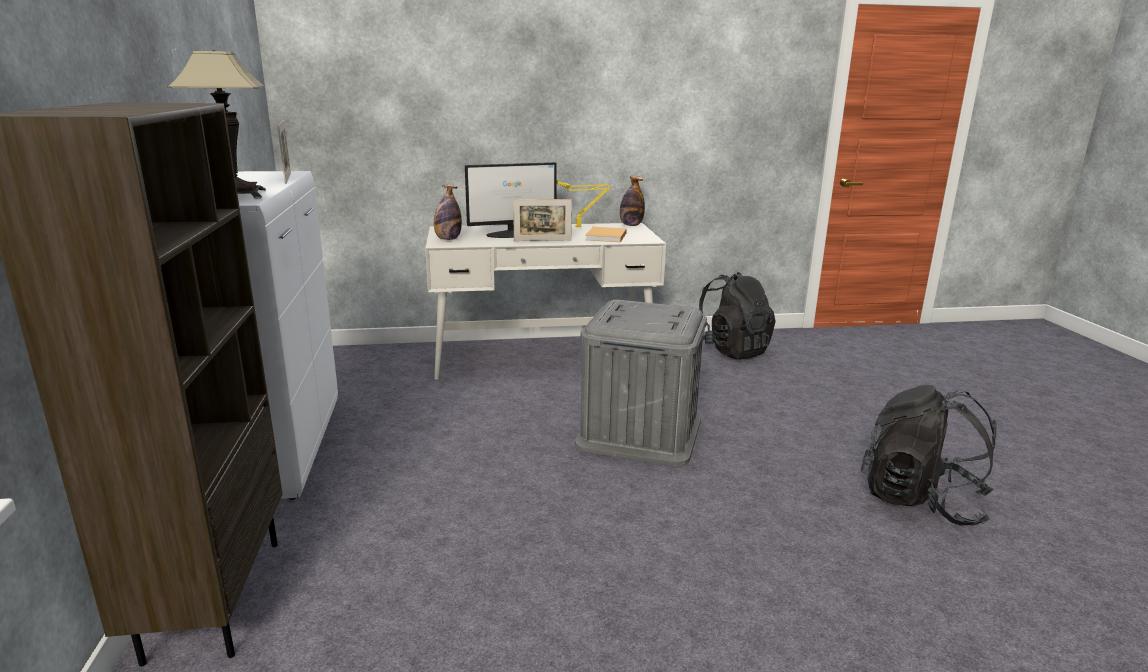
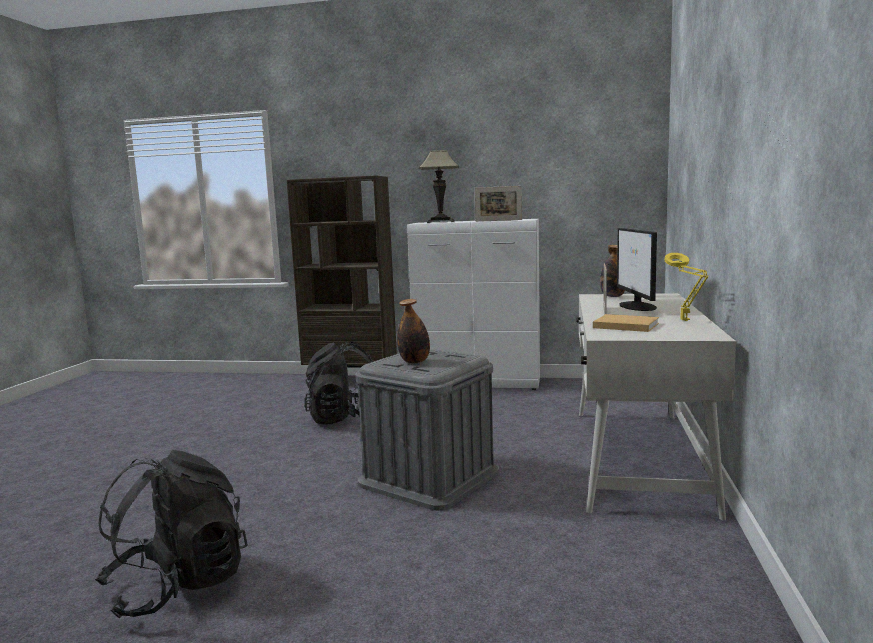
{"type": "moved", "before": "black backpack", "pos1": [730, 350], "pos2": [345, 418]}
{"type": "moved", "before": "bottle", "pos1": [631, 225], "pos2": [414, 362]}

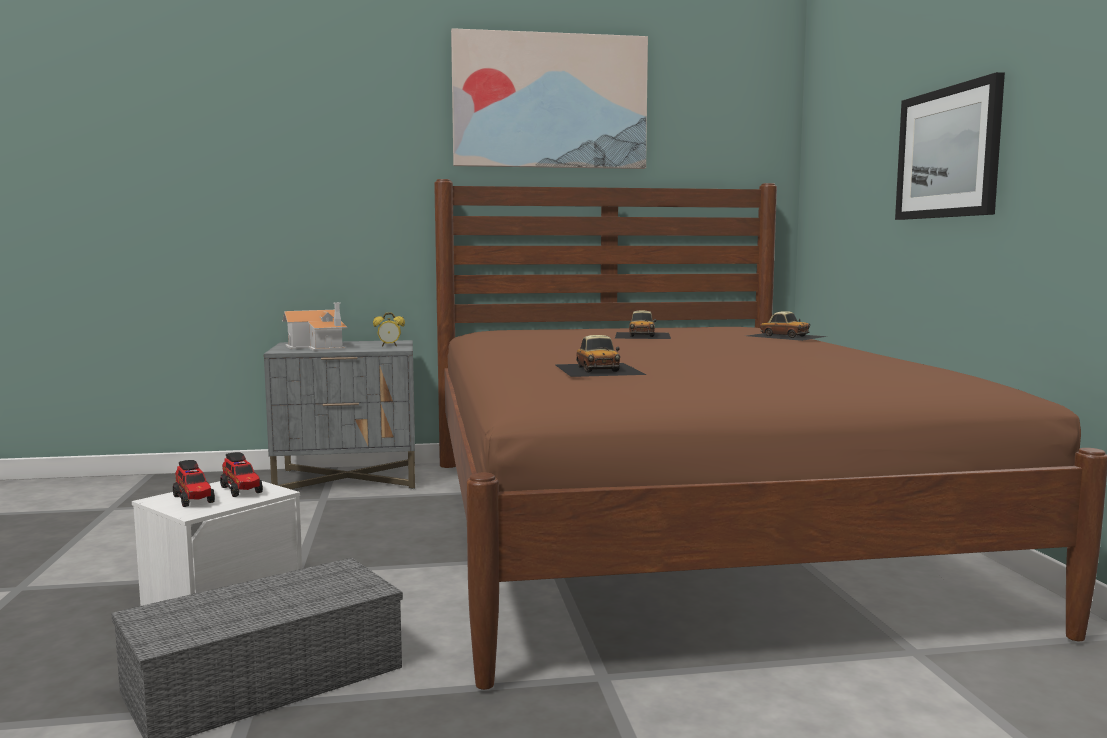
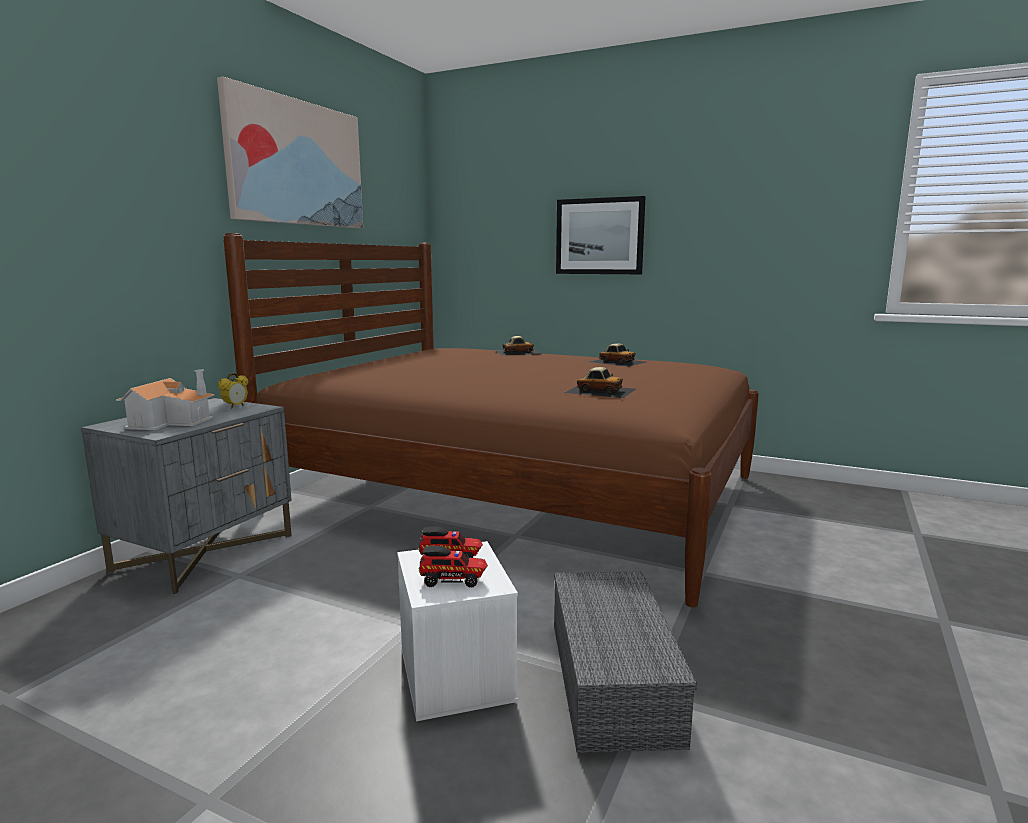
{"type": "moved", "before": "toy car", "pos1": [643, 335], "pos2": [617, 361]}

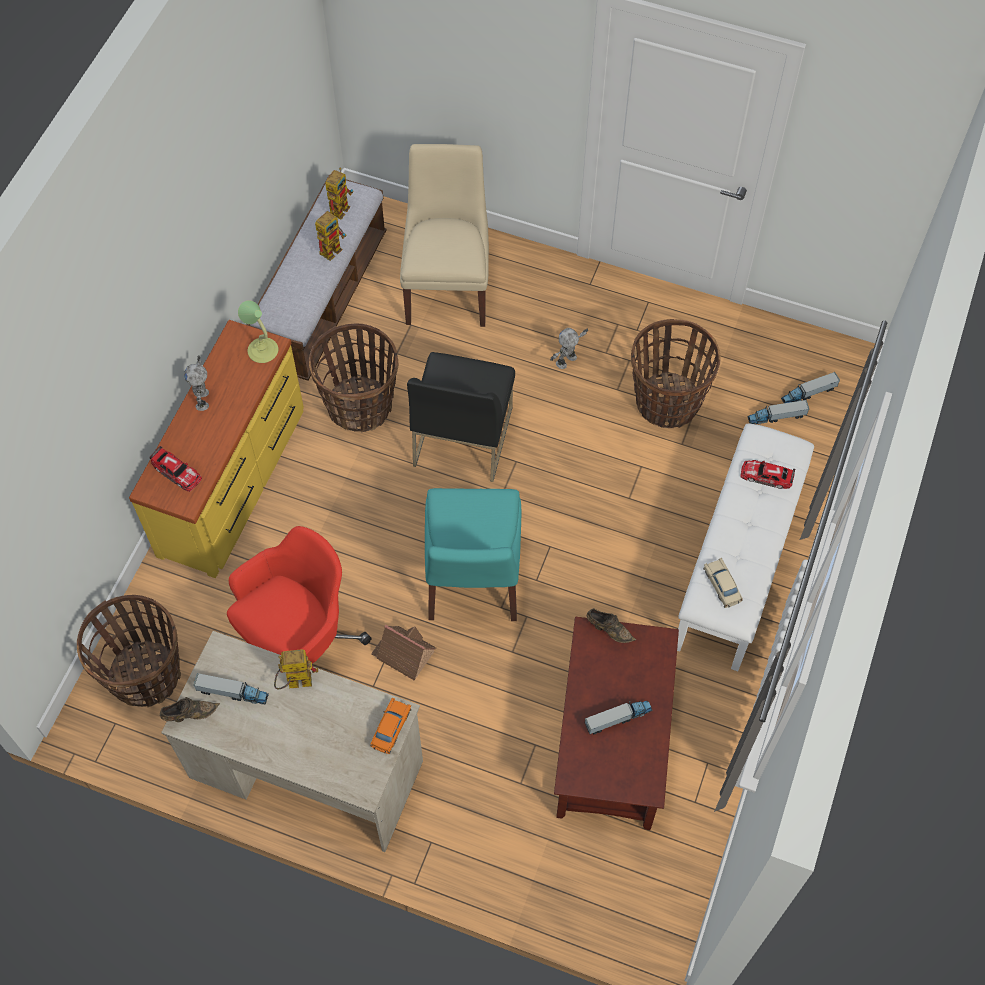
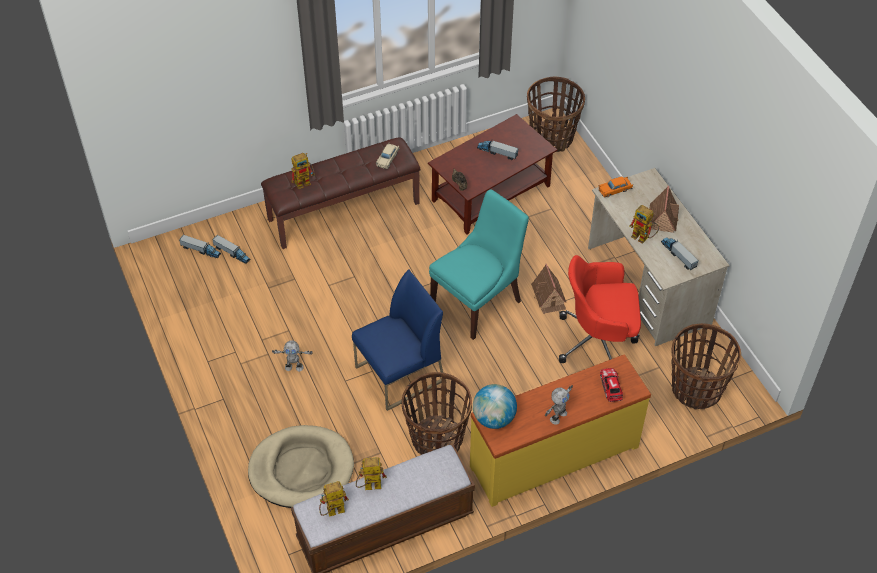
{"type": "replaced", "before": "beige chair", "after": "beige dog bed", "pos1": [447, 285], "pos2": [301, 469]}
{"type": "recoloured", "before": "white bench", "after": "brown bench", "pos1": [738, 565], "pos2": [343, 210]}
{"type": "replaced", "before": "toy car", "after": "toy robot", "pos1": [766, 476], "pos2": [305, 181]}
{"type": "recoloured", "before": "black chair", "after": "blue chair", "pos1": [462, 436], "pos2": [399, 374]}
{"type": "replaced", "before": "table lamp", "after": "globe", "pos1": [262, 350], "pos2": [494, 418]}
{"type": "moved", "before": "basket", "pos1": [667, 402], "pos2": [552, 137]}
{"type": "added", "after": "toy house", "pos2": [662, 218]}
{"type": "removed", "before": "brown shoe", "pos1": [189, 714]}

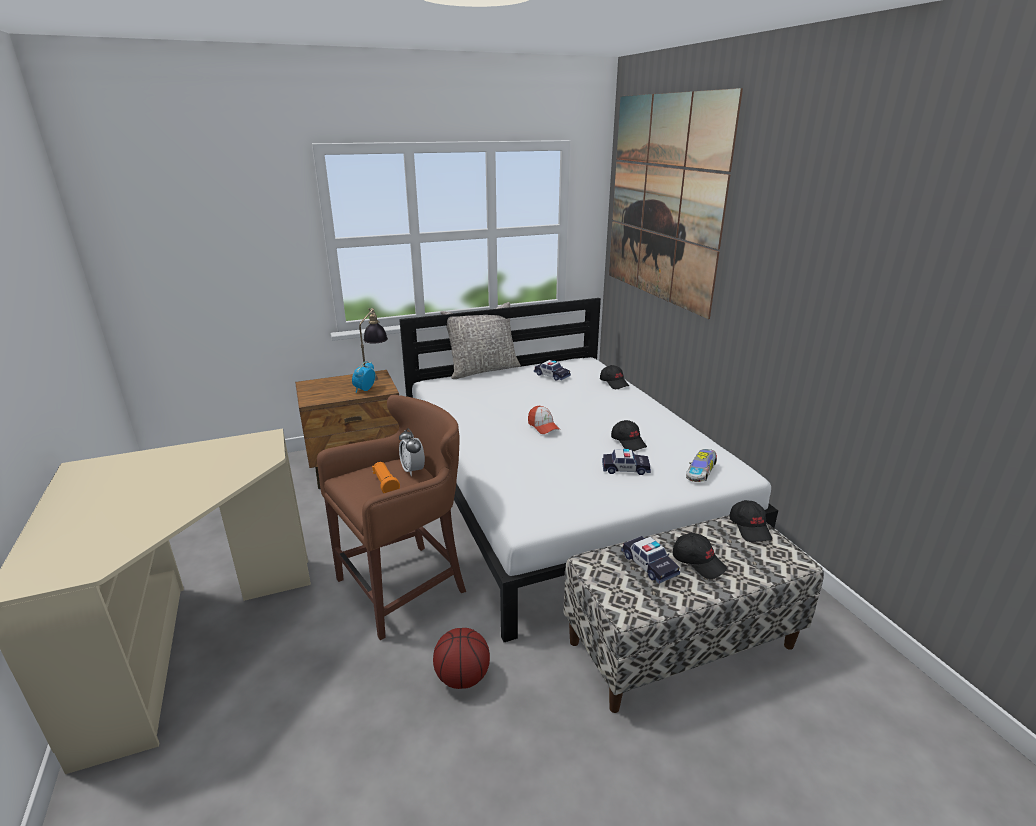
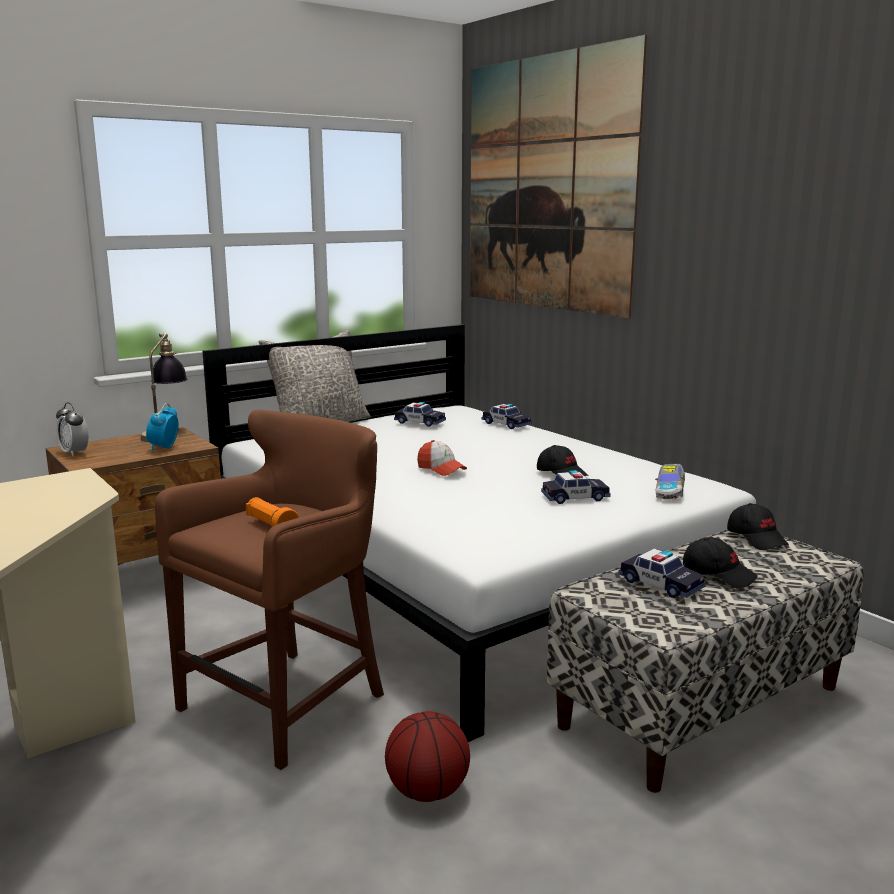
{"type": "moved", "before": "alarm clock", "pos1": [413, 470], "pos2": [74, 453]}
{"type": "replaced", "before": "black cap", "after": "toy car", "pos1": [614, 383], "pos2": [506, 424]}

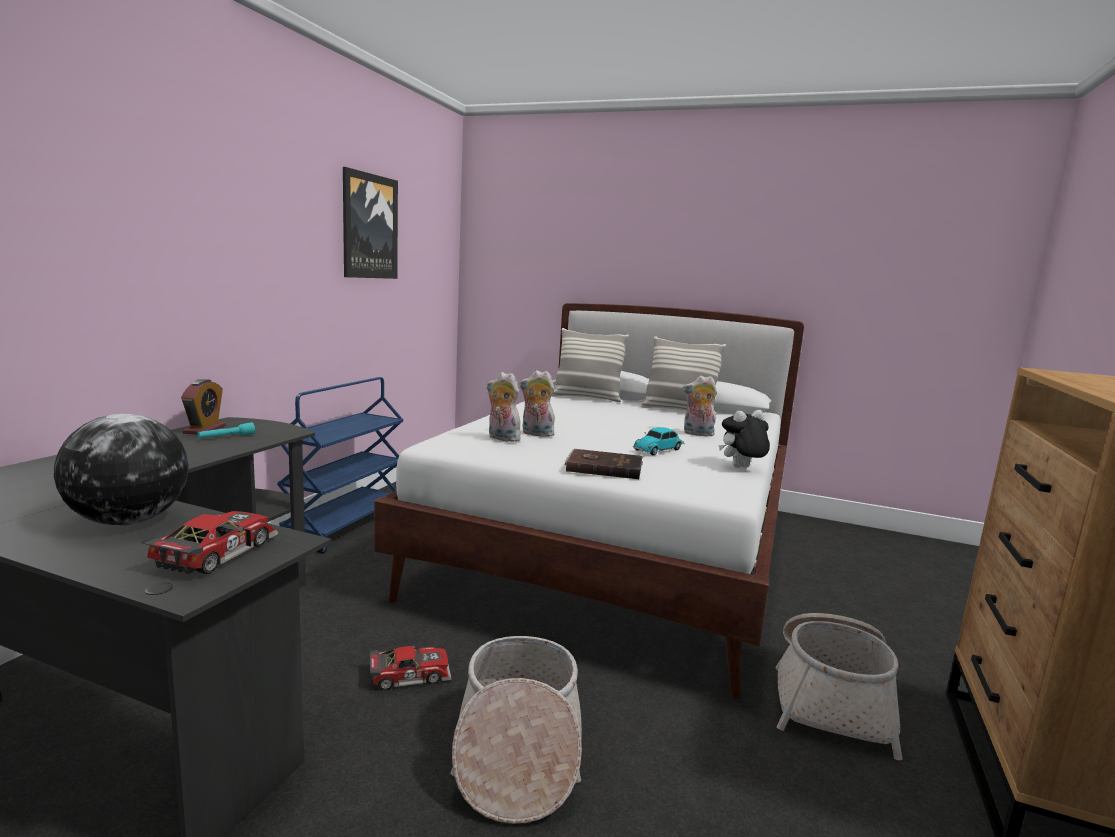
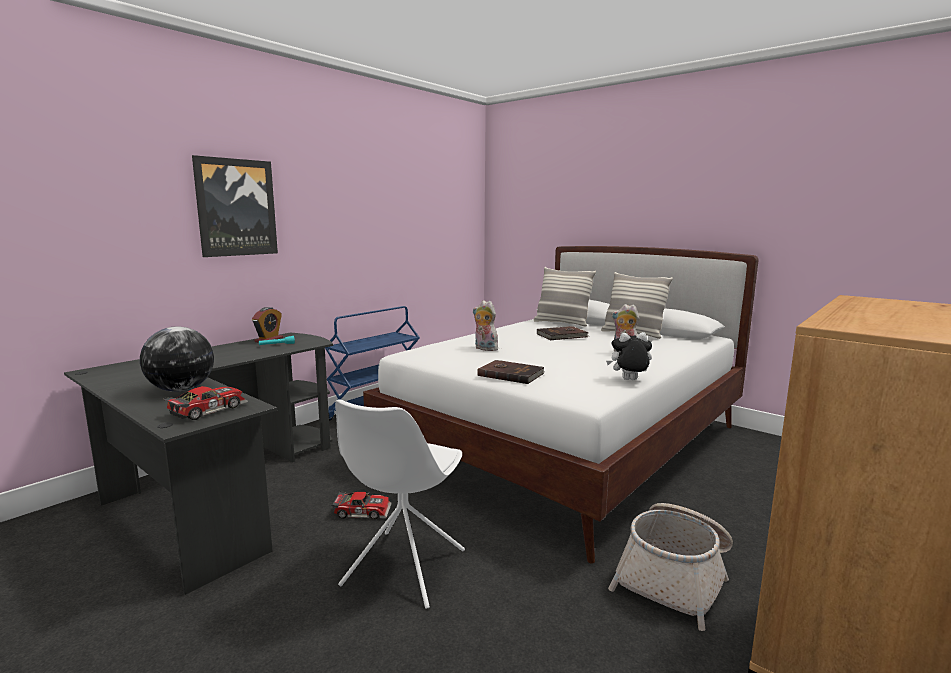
{"type": "moved", "before": "picture", "pos1": [369, 226], "pos2": [236, 207]}
{"type": "replaced", "before": "basket", "after": "white chair", "pos1": [517, 751], "pos2": [403, 569]}
{"type": "added", "after": "brown book", "pos2": [562, 335]}
{"type": "removed", "before": "plush toy", "pos1": [501, 438]}
{"type": "removed", "before": "toy car", "pos1": [659, 450]}

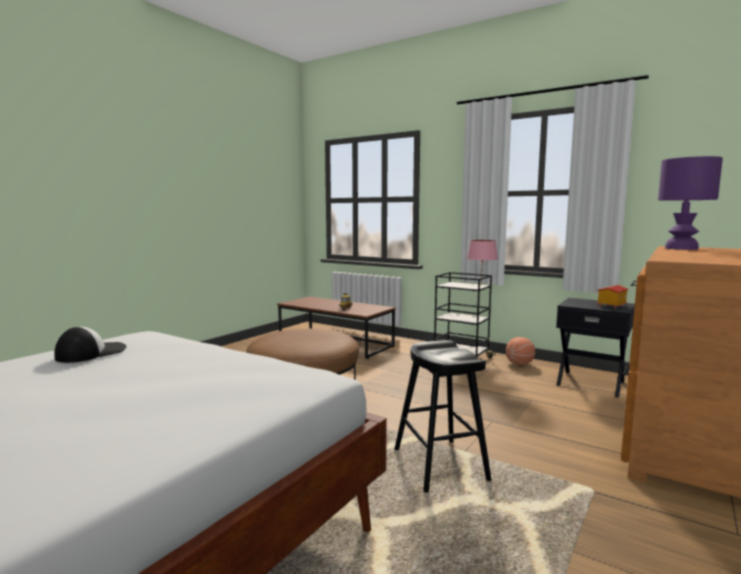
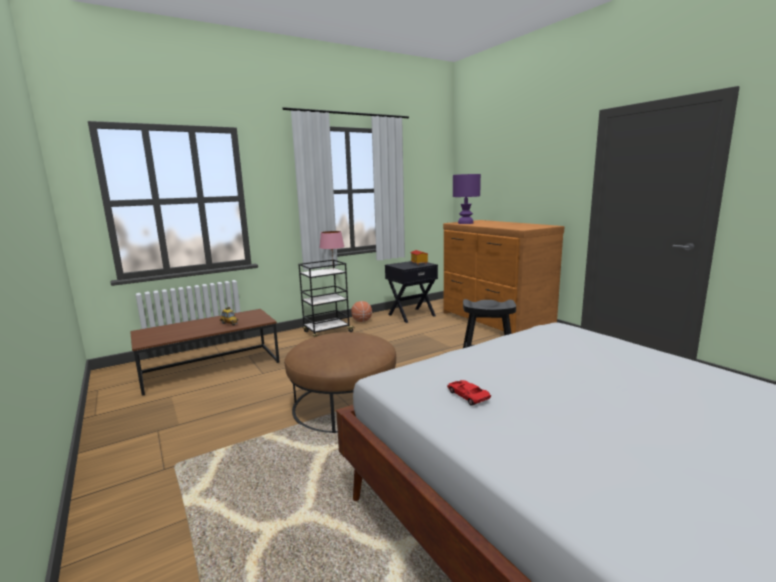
{"type": "replaced", "before": "cap", "after": "red toy car", "pos1": [91, 353], "pos2": [467, 395]}

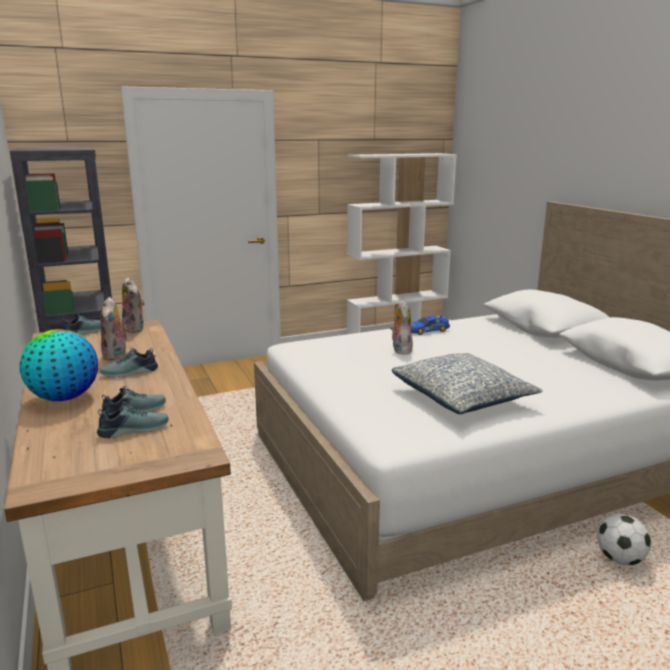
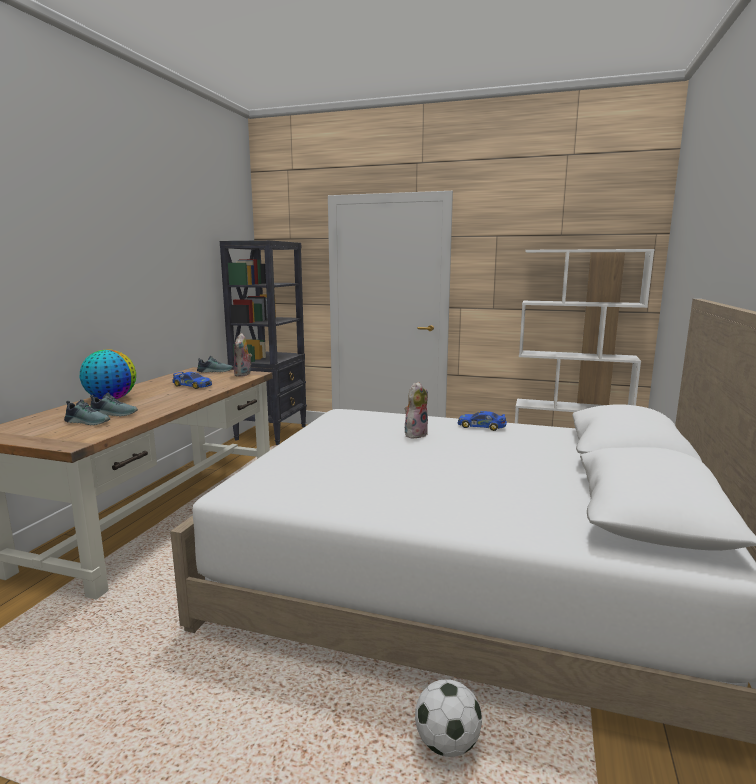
{"type": "replaced", "before": "plush toy", "after": "toy car", "pos1": [116, 355], "pos2": [192, 385]}
{"type": "removed", "before": "shoe", "pos1": [130, 373]}
{"type": "removed", "before": "pillow", "pos1": [462, 397]}

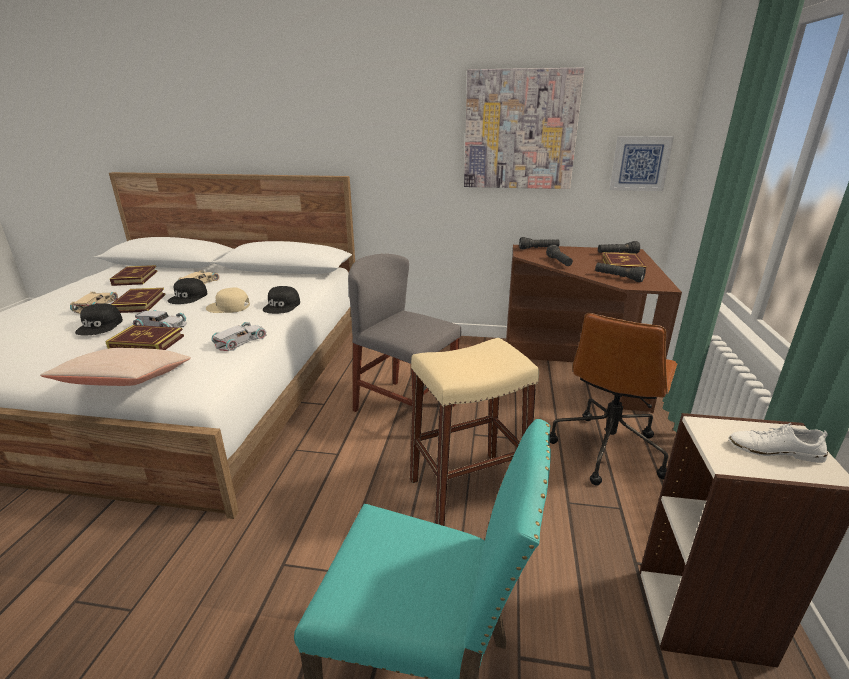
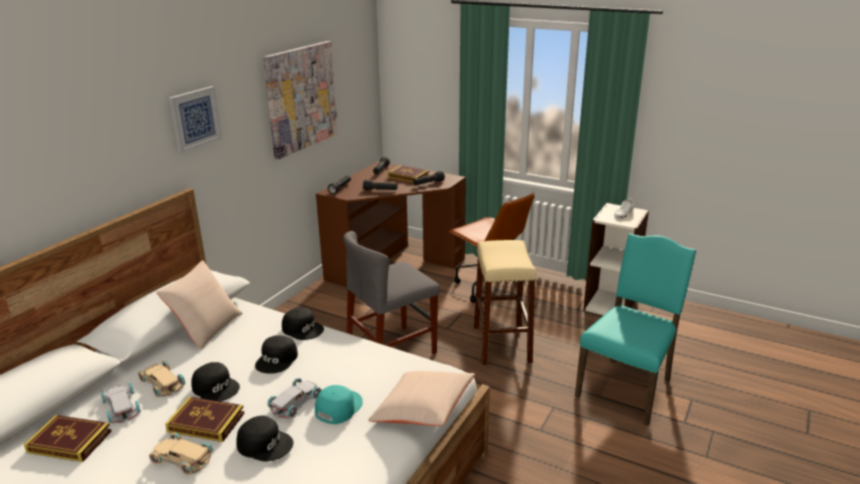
{"type": "moved", "before": "white toy car", "pos1": [241, 341], "pos2": [122, 406]}
{"type": "added", "after": "beige pillow", "pos2": [206, 327]}
{"type": "moved", "before": "picture", "pos1": [640, 163], "pos2": [195, 118]}
{"type": "recoloured", "before": "beige cap", "after": "black cap", "pos1": [228, 307], "pos2": [277, 359]}
{"type": "replaced", "before": "book", "after": "turquoise cap", "pos1": [147, 343], "pos2": [338, 407]}

